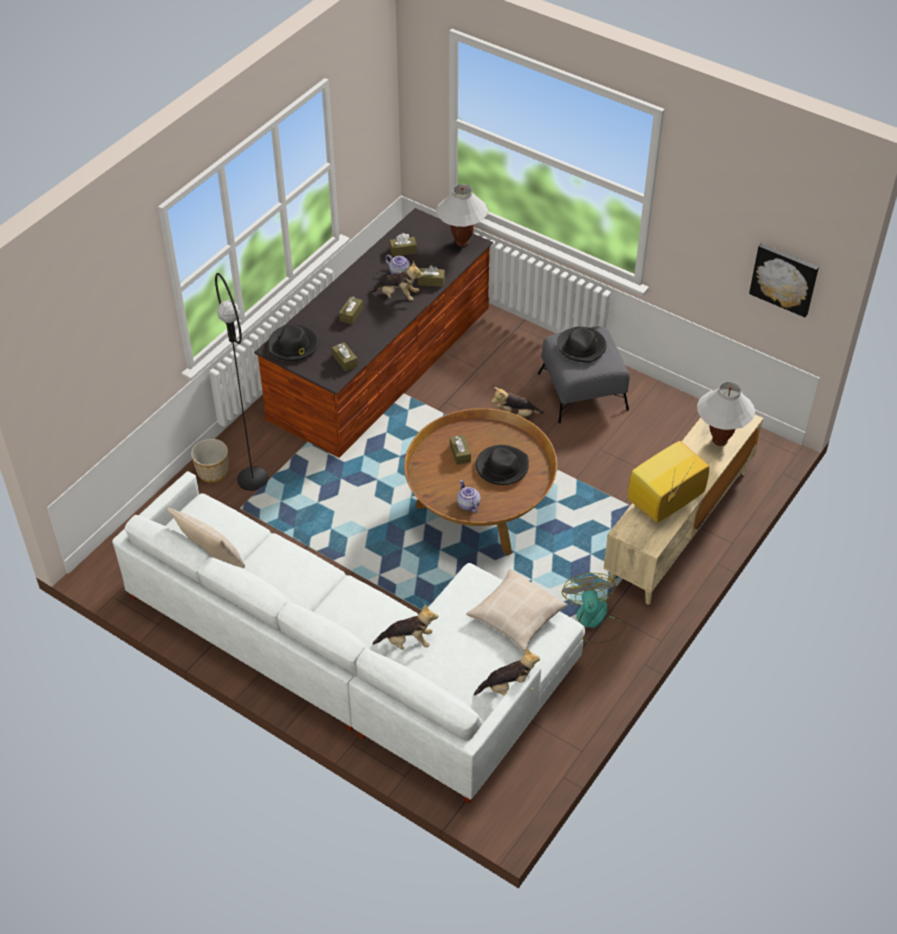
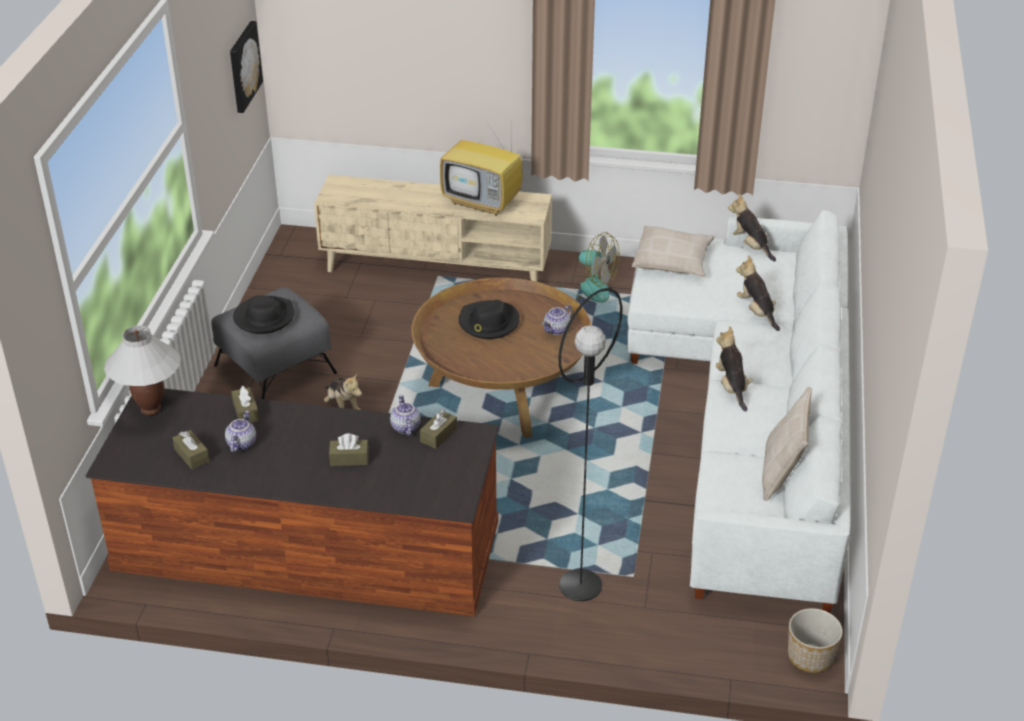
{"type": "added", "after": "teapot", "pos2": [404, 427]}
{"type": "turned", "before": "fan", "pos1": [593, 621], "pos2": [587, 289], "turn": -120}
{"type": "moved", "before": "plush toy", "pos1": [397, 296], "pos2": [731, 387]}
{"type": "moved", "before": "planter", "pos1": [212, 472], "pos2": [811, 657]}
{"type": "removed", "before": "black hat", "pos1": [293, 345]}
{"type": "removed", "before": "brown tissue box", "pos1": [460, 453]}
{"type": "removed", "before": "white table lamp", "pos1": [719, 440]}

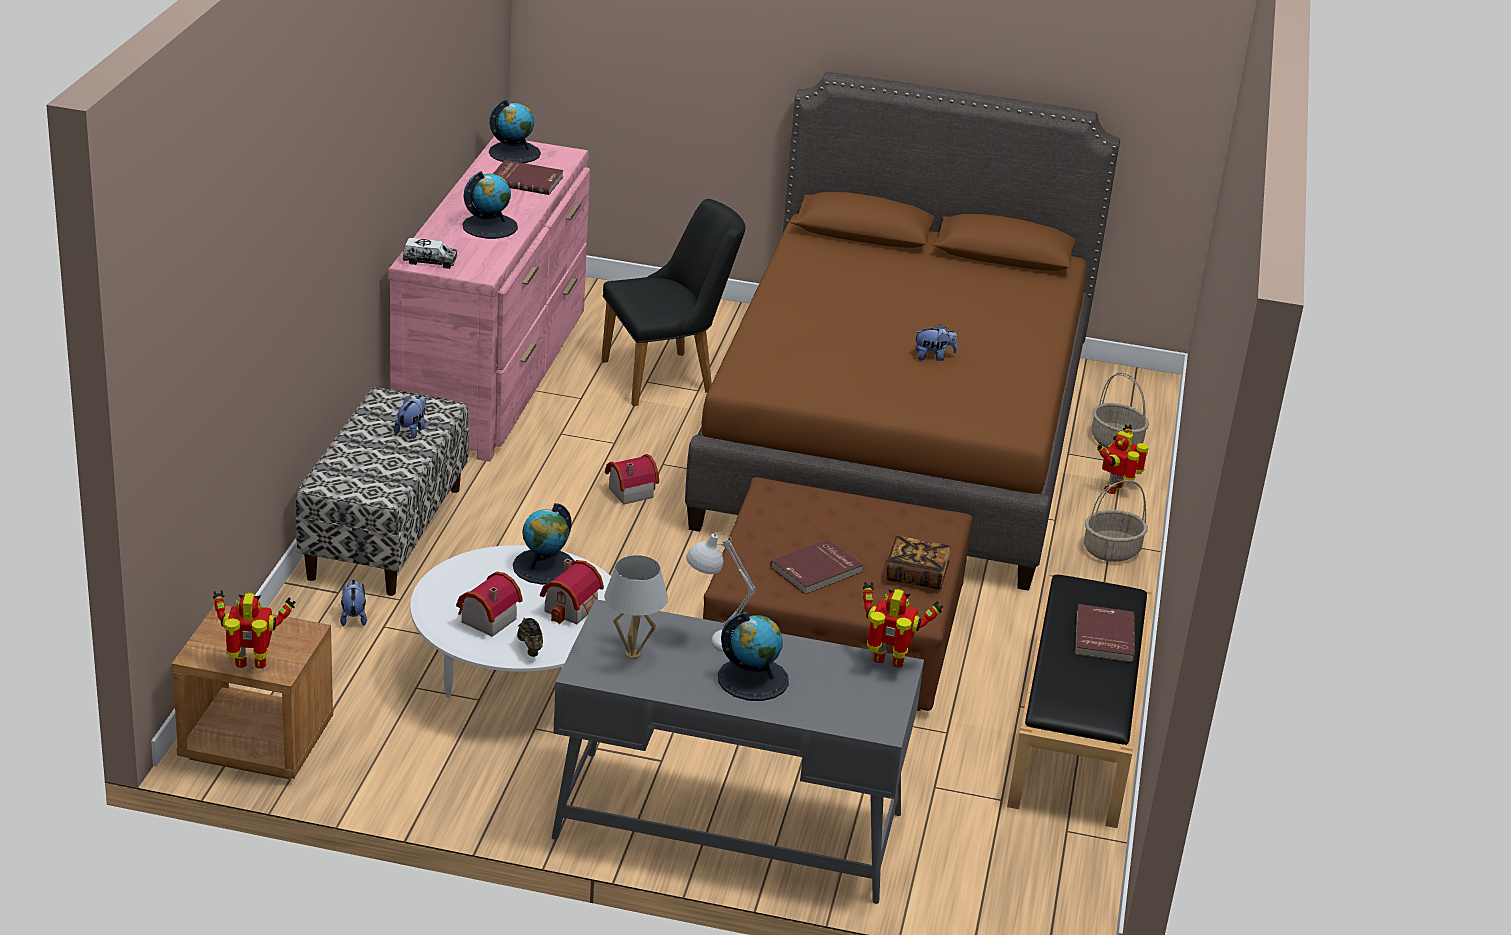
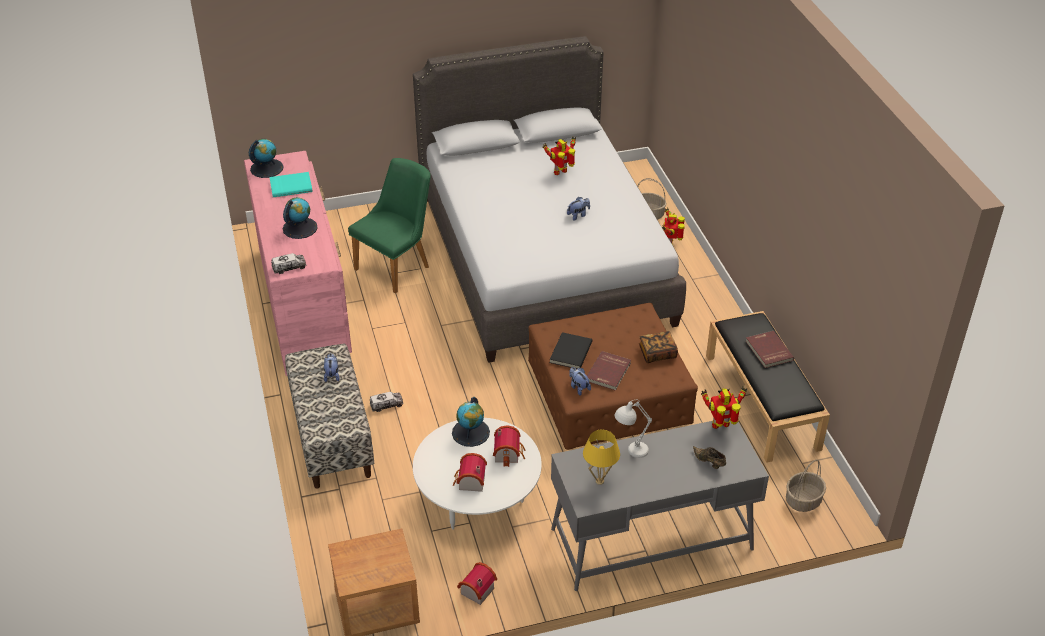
{"type": "recoloured", "before": "red book", "after": "turquoise book", "pos1": [526, 180], "pos2": [291, 186]}
{"type": "recoloured", "before": "black chair", "after": "green chair", "pos1": [668, 376], "pos2": [398, 265]}
{"type": "added", "after": "toy truck", "pos2": [386, 405]}
{"type": "recoloured", "before": "brown bed", "after": "grey bed", "pos1": [894, 439], "pos2": [543, 258]}
{"type": "moved", "before": "toy house", "pos1": [628, 491], "pos2": [475, 591]}
{"type": "moved", "before": "toy robot", "pos1": [251, 665], "pos2": [561, 172]}
{"type": "added", "after": "black book", "pos2": [570, 352]}
{"type": "moved", "before": "plush toy", "pos1": [353, 617], "pos2": [578, 387]}
{"type": "recoloured", "before": "white table lamp", "after": "yellow table lamp", "pos1": [632, 655], "pos2": [599, 481]}
{"type": "moved", "before": "brown shoe", "pos1": [529, 646], "pos2": [709, 462]}
{"type": "moved", "before": "basket", "pos1": [1111, 551], "pos2": [803, 501]}
{"type": "removed", "before": "globe", "pos1": [753, 679]}

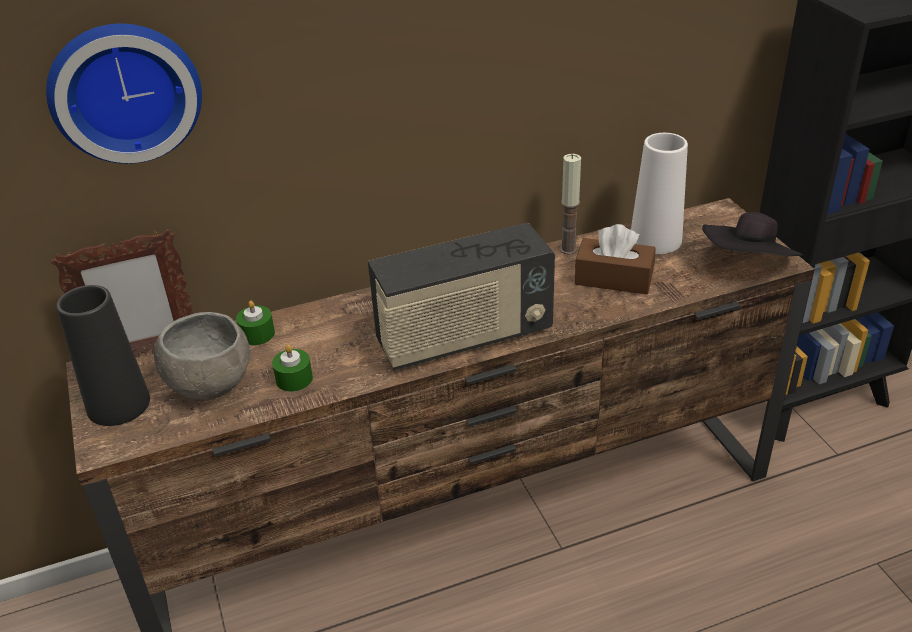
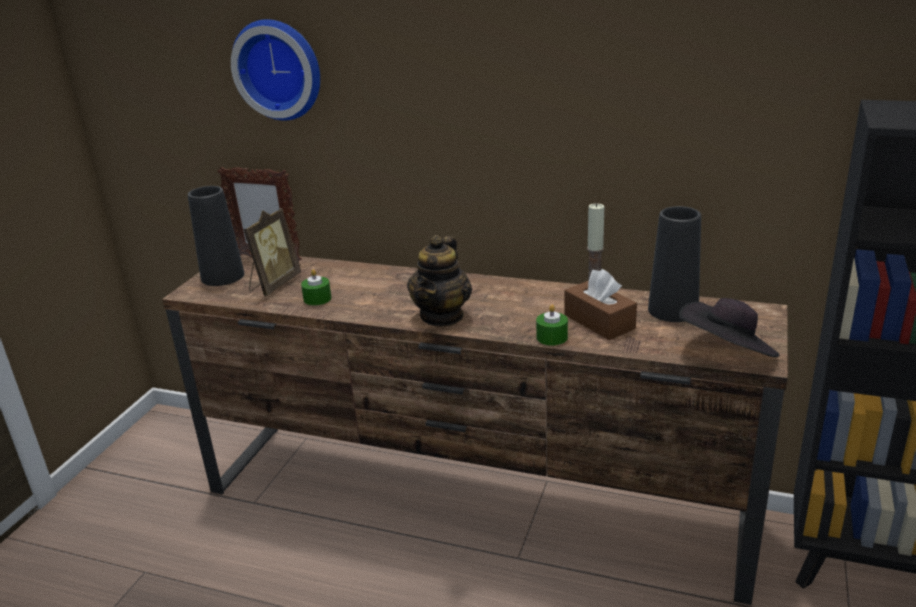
{"type": "replaced", "before": "grey bowl", "after": "picture frame", "pos1": [209, 385], "pos2": [274, 285]}
{"type": "replaced", "before": "radio", "after": "teapot", "pos1": [464, 337], "pos2": [442, 316]}
{"type": "moved", "before": "green candle", "pos1": [257, 334], "pos2": [552, 337]}
{"type": "recoloured", "before": "white vase", "after": "black vase", "pos1": [655, 240], "pos2": [673, 310]}

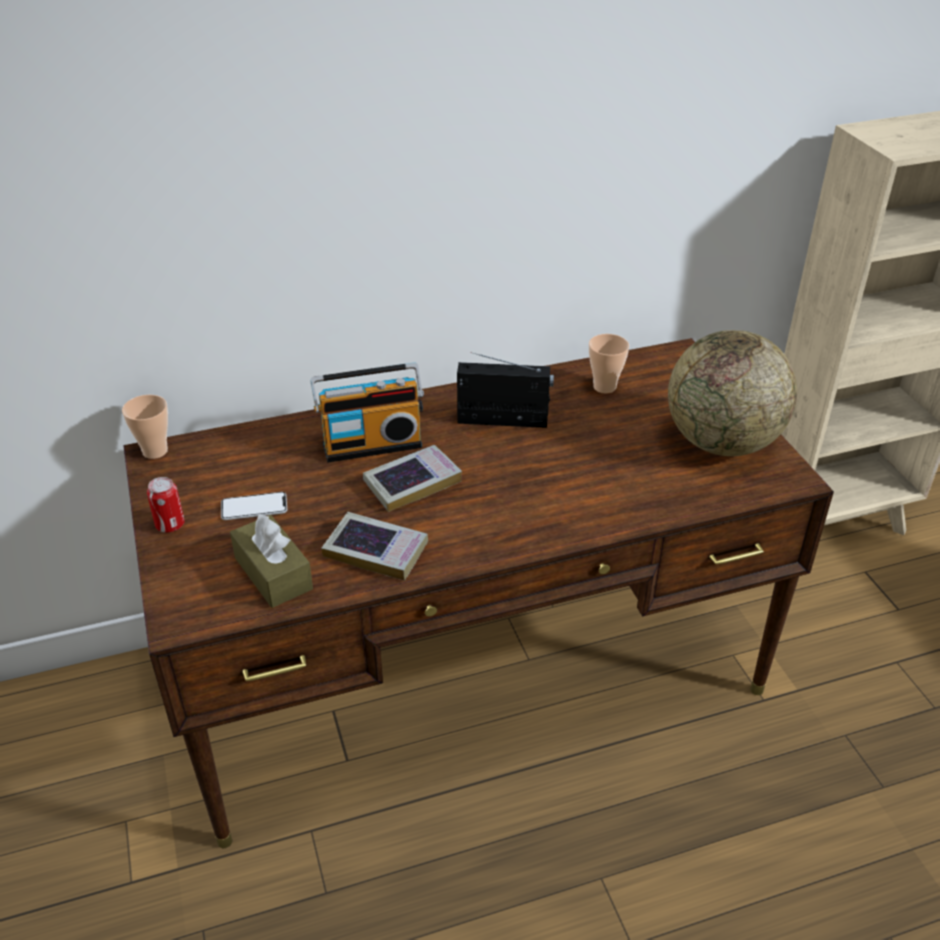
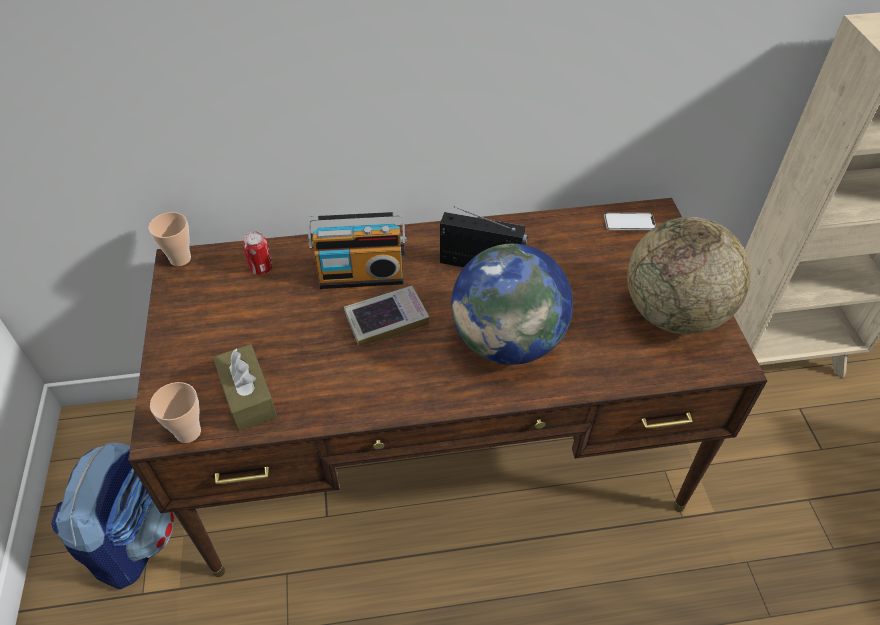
{"type": "added", "after": "backpack", "pos2": [134, 538]}
{"type": "moved", "before": "cup", "pos1": [604, 387], "pos2": [188, 432]}
{"type": "moved", "before": "can", "pos1": [170, 525], "pos2": [261, 268]}
{"type": "added", "after": "globe", "pos2": [508, 341]}
{"type": "moved", "before": "phone", "pos1": [254, 507], "pos2": [629, 222]}
{"type": "removed", "before": "book", "pos1": [376, 551]}

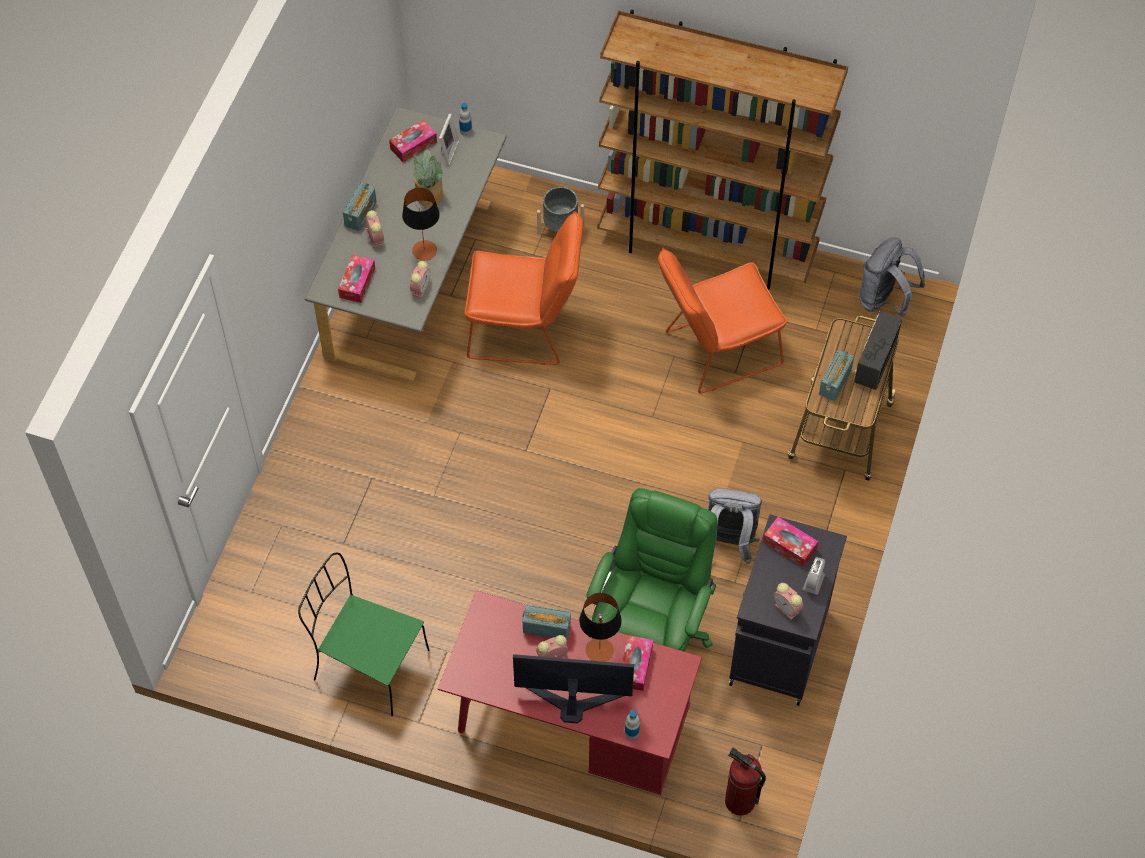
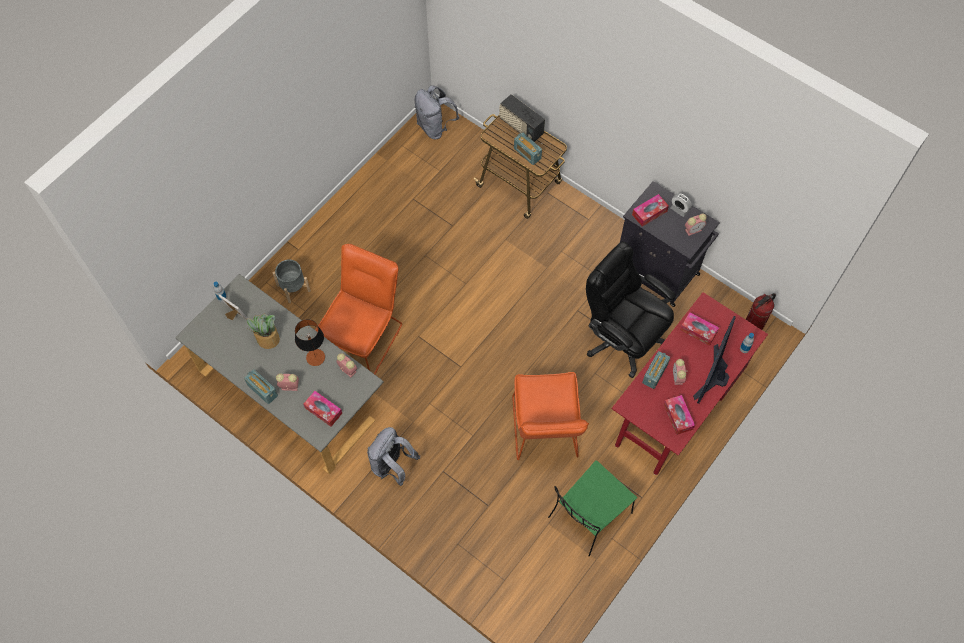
{"type": "moved", "before": "grey backpack", "pos1": [728, 543], "pos2": [392, 466]}
{"type": "moved", "before": "orange chair", "pos1": [715, 351], "pos2": [545, 433]}
{"type": "recoloured", "before": "green office chair", "after": "black office chair", "pos1": [650, 632], "pos2": [622, 338]}
{"type": "moved", "before": "tissue box", "pos1": [413, 145], "pos2": [678, 417]}
{"type": "removed", "before": "table lamp", "pos1": [599, 650]}
{"type": "removed", "before": "brown bookcase", "pos1": [707, 248]}

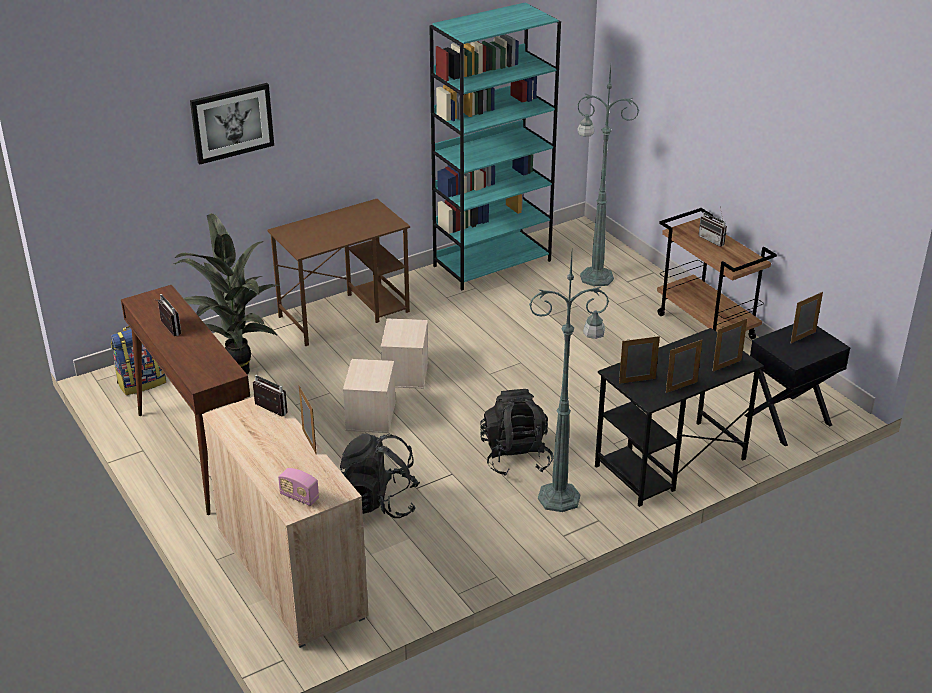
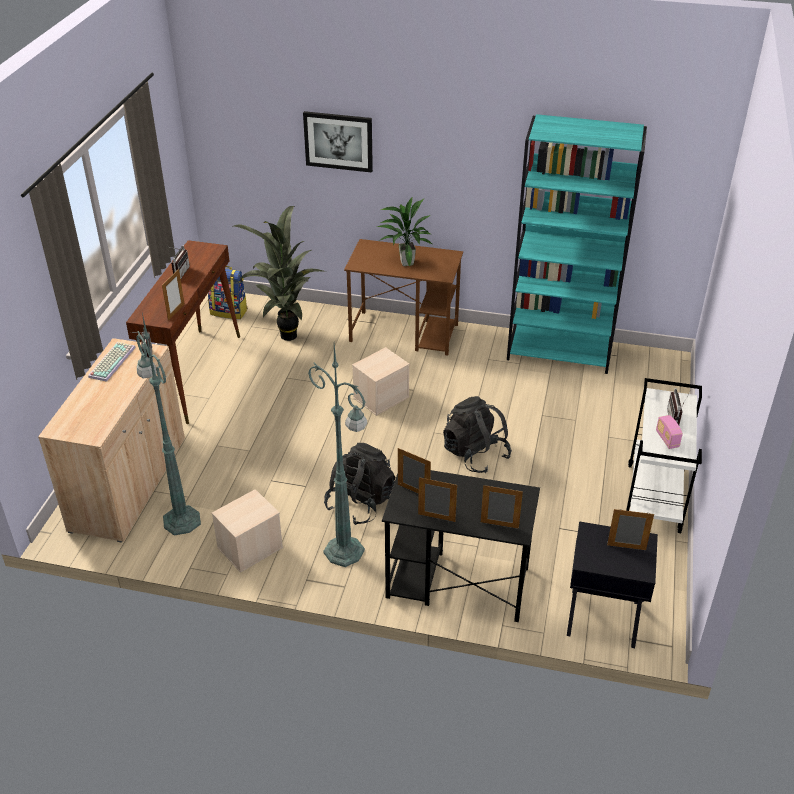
{"type": "added", "after": "keyboard", "pos2": [111, 361]}
{"type": "moved", "before": "green floor lamp", "pos1": [594, 277], "pos2": [181, 519]}
{"type": "moved", "before": "picture frame", "pos1": [309, 442], "pos2": [176, 312]}
{"type": "moved", "before": "beige storage box", "pos1": [371, 416], "pos2": [250, 548]}
{"type": "added", "after": "potted plant", "pos2": [406, 262]}
{"type": "moved", "before": "black backpack", "pos1": [379, 502], "pos2": [475, 454]}
{"type": "recoloured", "before": "brown cart", "after": "white cart", "pos1": [707, 327], "pos2": [654, 498]}
{"type": "moved", "before": "radio", "pos1": [299, 497], "pos2": [667, 439]}

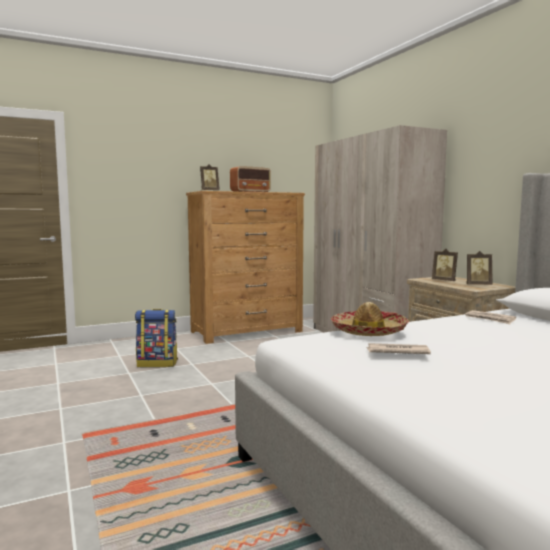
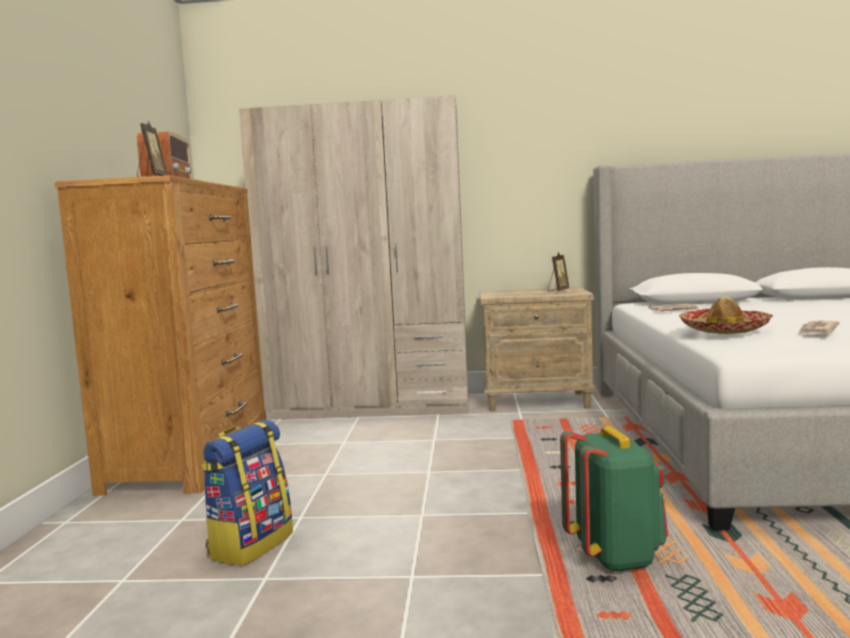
{"type": "added", "after": "green backpack", "pos2": [615, 557]}
{"type": "removed", "before": "picture frame", "pos1": [444, 281]}

